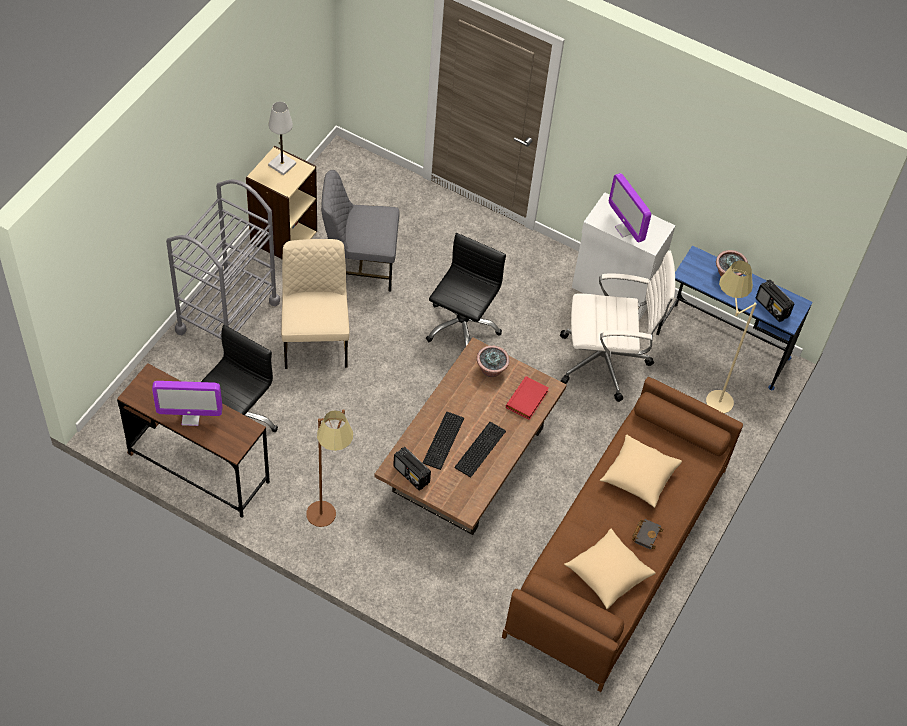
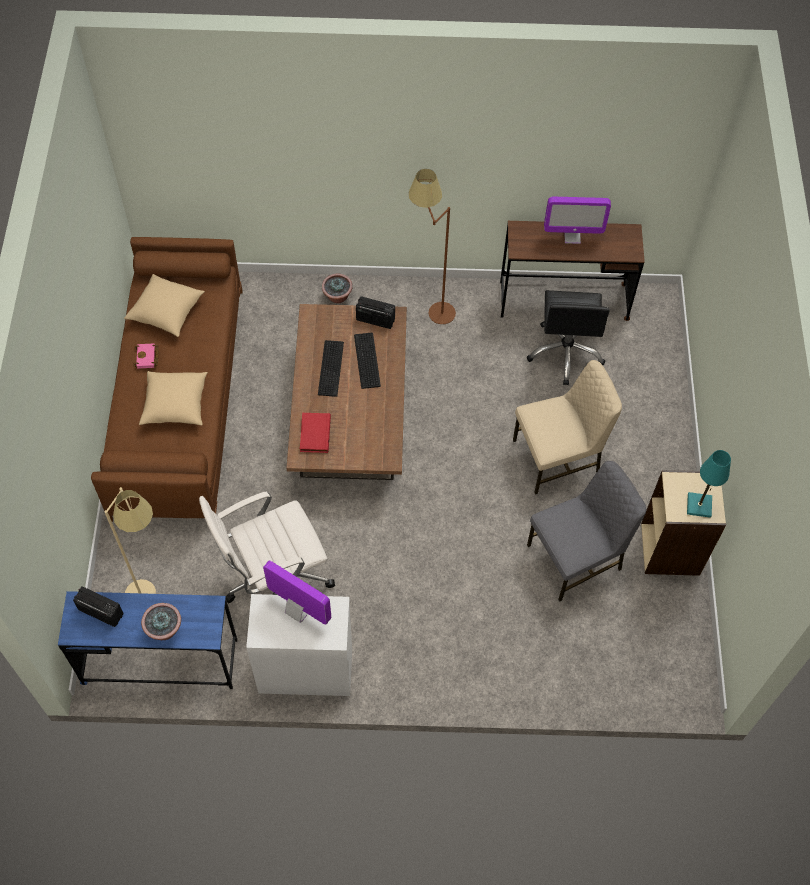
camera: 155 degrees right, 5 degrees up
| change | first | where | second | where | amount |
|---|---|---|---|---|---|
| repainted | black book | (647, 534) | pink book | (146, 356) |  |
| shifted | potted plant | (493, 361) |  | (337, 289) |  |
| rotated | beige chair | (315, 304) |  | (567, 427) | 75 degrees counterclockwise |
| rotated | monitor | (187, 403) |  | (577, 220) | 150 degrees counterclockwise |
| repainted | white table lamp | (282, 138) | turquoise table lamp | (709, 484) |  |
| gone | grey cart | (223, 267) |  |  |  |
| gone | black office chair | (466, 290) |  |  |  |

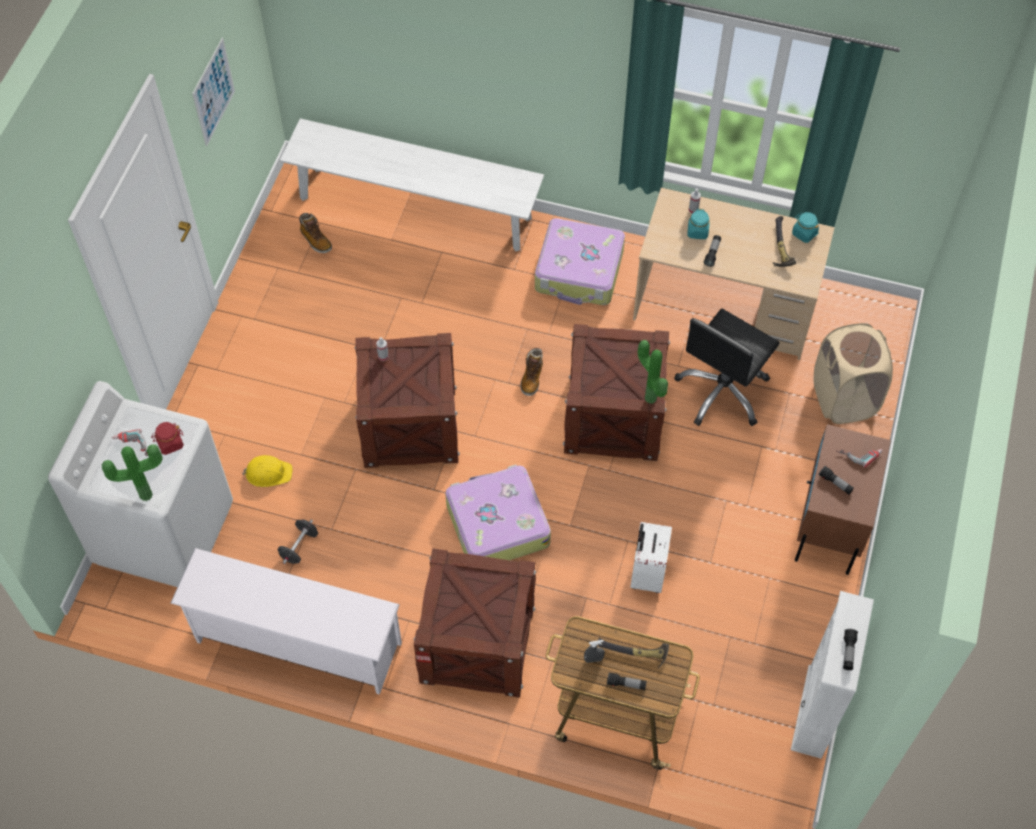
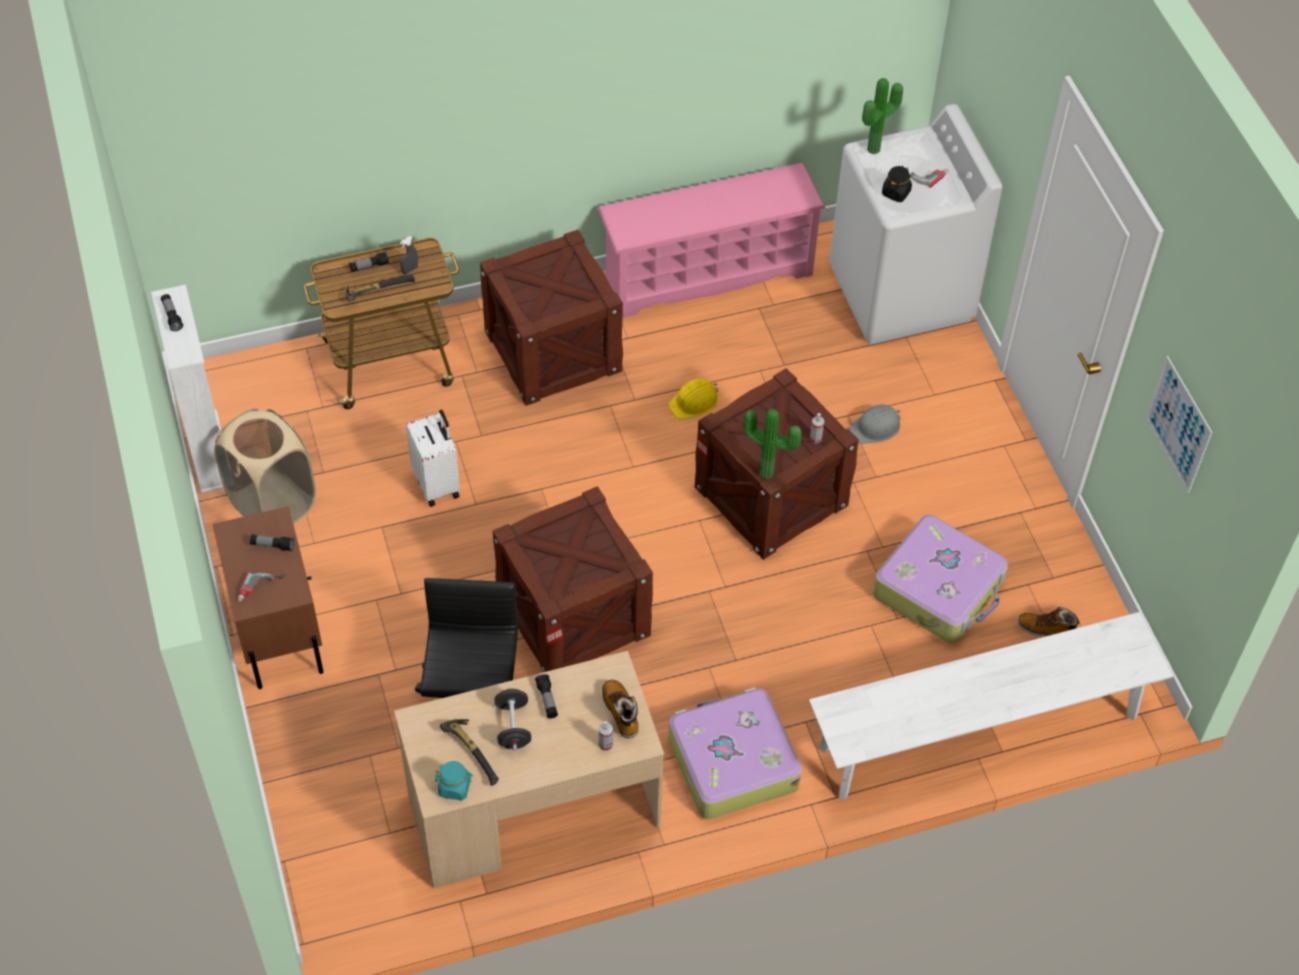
camera: 145 degrees right, 5 degrees down
| change | first | where | second | where | amount |
|---|---|---|---|---|---|
| shifted | beige laundry basket | (853, 373) |  | (265, 466) |  |
| shifted | black dumbbell | (298, 541) |  | (512, 719) |  |
| repainted | white shoe rack | (286, 621) | pink shoe rack | (712, 240) |  |
| shifted | boot | (531, 372) |  | (620, 709) |  |
| shifted | yellow hard hat | (267, 471) |  | (693, 399) |  |
| shifted | potted plant | (653, 372) |  | (772, 444) |  |
| new |  |  | grey hard hat | (875, 424) |  |
| shifted | suitcase | (498, 512) |  | (940, 579) |  |
| repainted | red jar | (167, 438) | black jar | (897, 184) |  |
| gone | turquoise jar | (698, 224) |  |  |  |

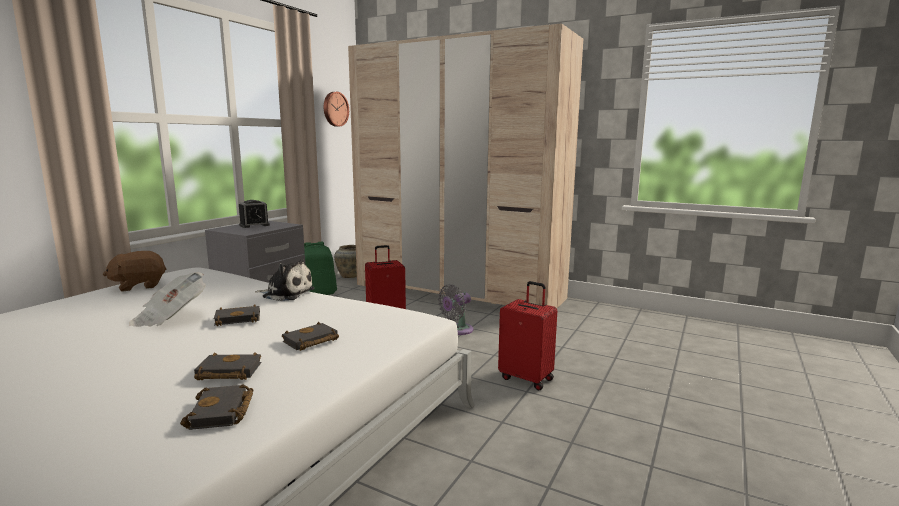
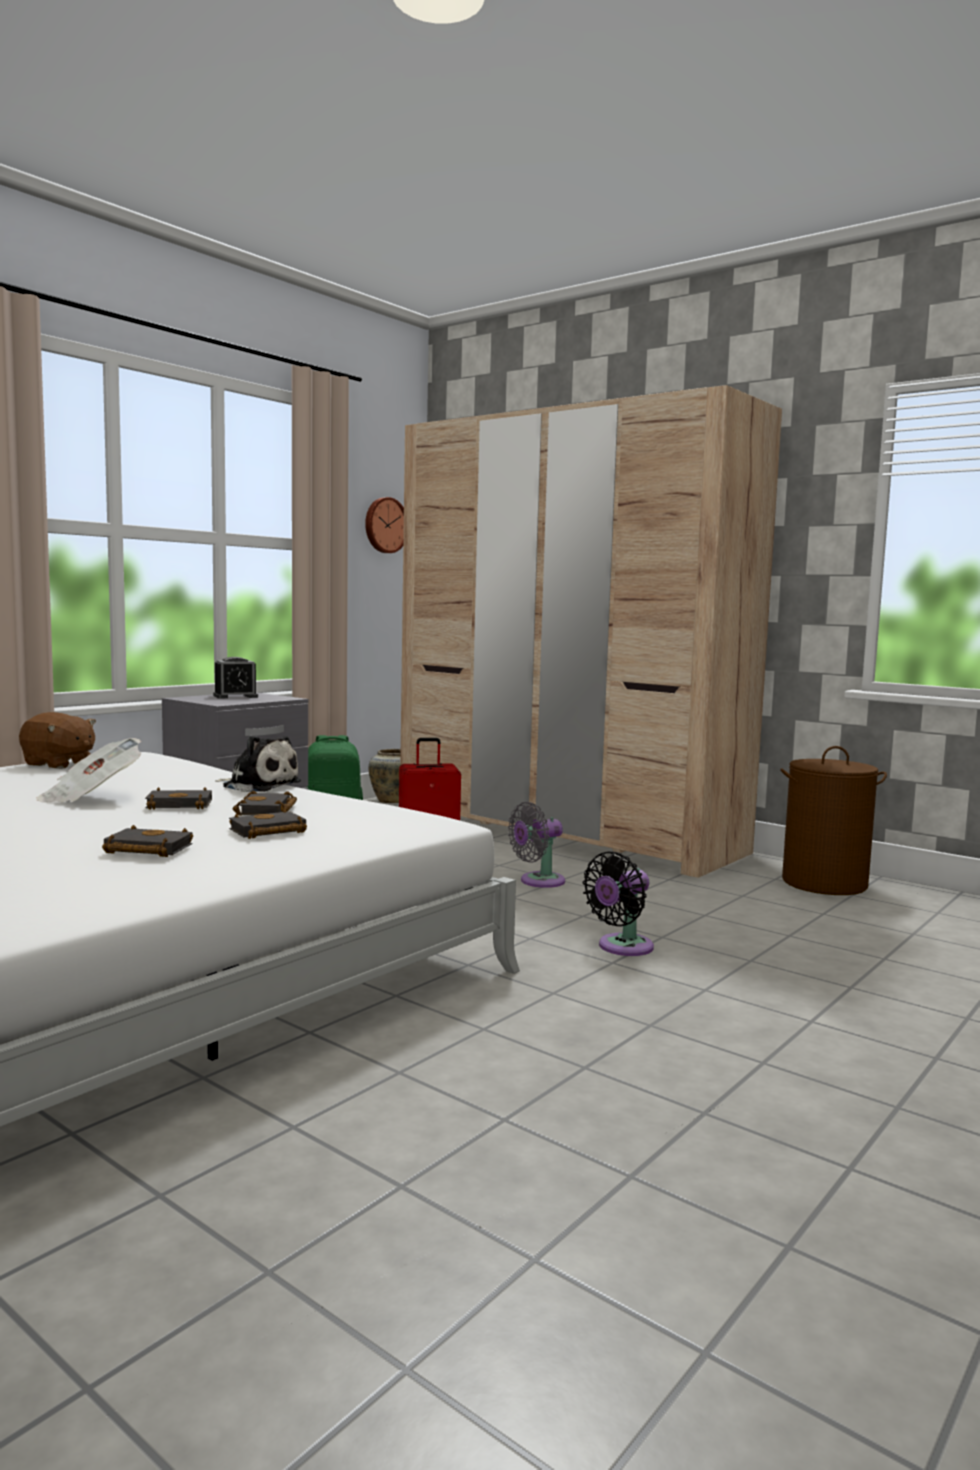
camera: 10 degrees right, 5 degrees down
| change | first | where | second | where | amount |
|---|---|---|---|---|---|
| rotated | brown plush toy | (135, 271) |  | (57, 740) | 135 degrees counterclockwise |
| shifted | black book | (216, 407) |  | (265, 803) |  |
| swapped | red suitcase | (527, 335) | black fan | (618, 903) |  |
| new |  |  | brown laundry basket | (833, 820) |  |

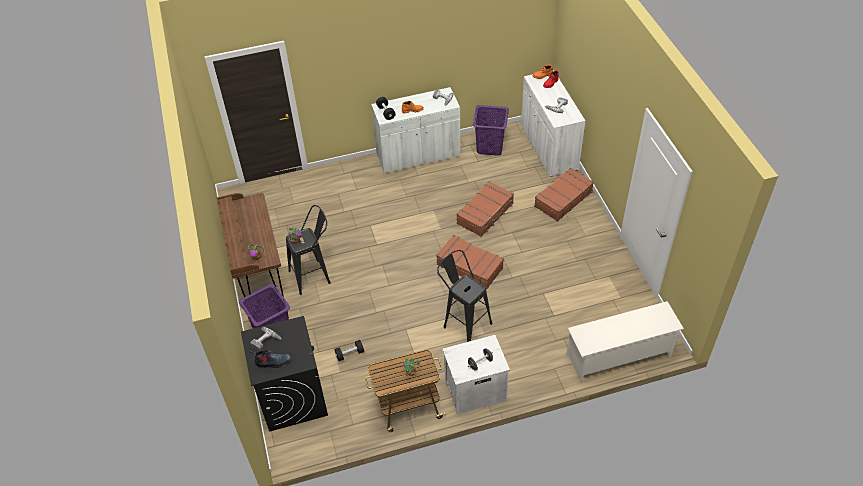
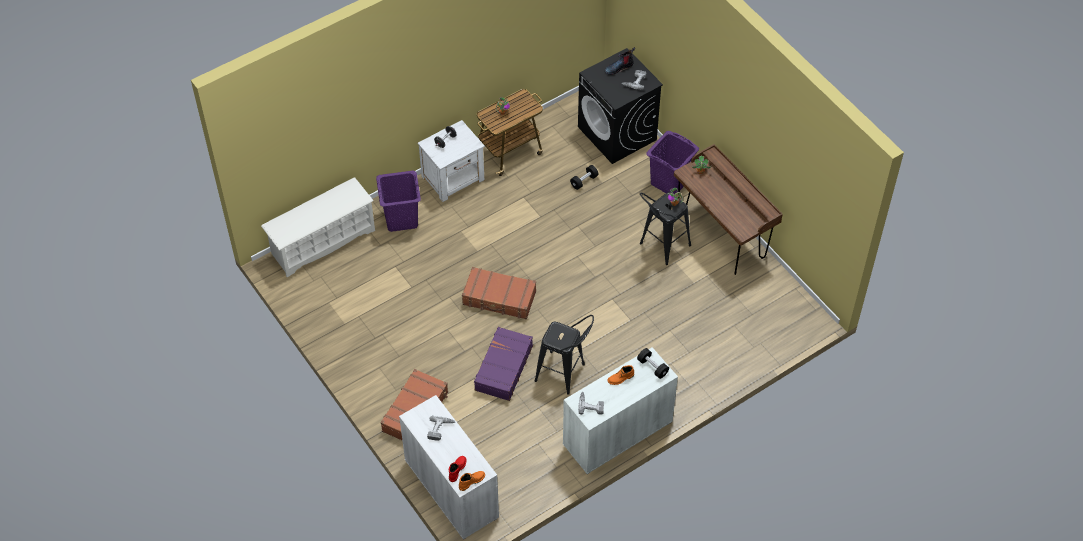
camera: 160 degrees right, 5 degrees up
| change | first | where | second | where | amount |
|---|---|---|---|---|---|
| shifted | purple laundry basket | (491, 130) |  | (398, 201) |  |
| repainted | brown suitcase | (485, 209) | purple suitcase | (503, 364) |  |
| shifted | black stool | (464, 296) |  | (564, 354) |  |

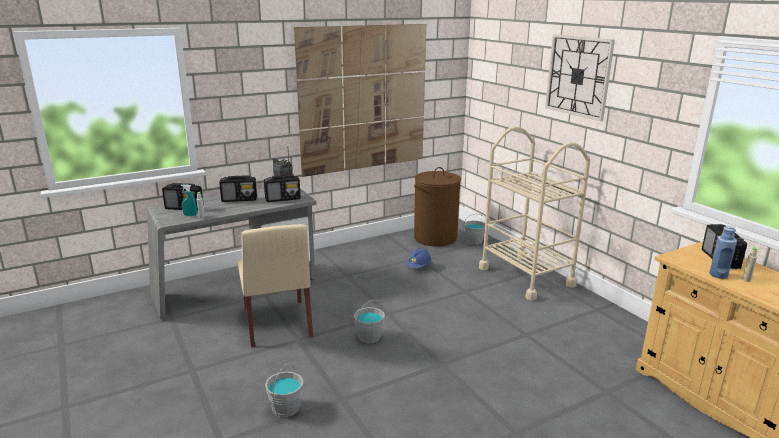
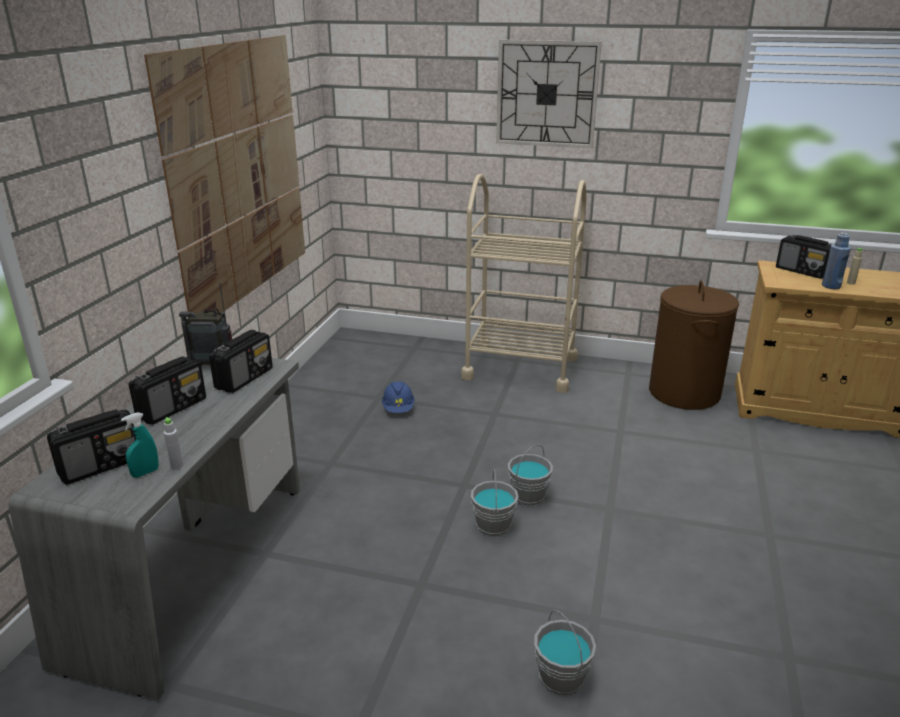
camera: 45 degrees left, 5 degrees up
| change | first | where | second | where | amount |
|---|---|---|---|---|---|
| shifted | grey bucket | (475, 229) |  | (530, 475) |  |
| shifted | brown laundry basket | (437, 207) |  | (694, 345) |  |
| gone | beige chair | (275, 286) |  |  |  |

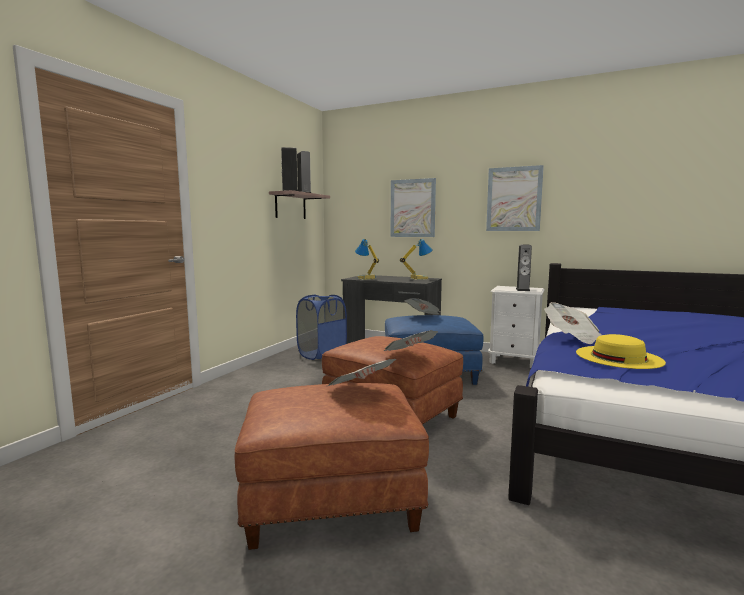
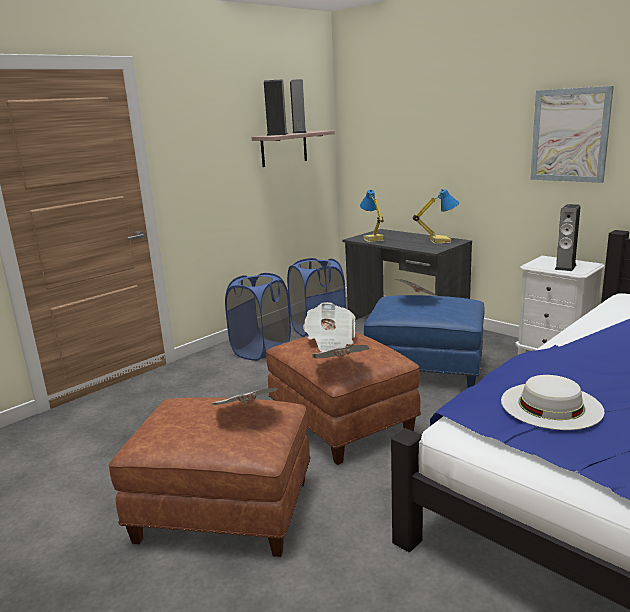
camera: 20 degrees right, 10 degrees up
| change | first | where | second | where | amount |
|---|---|---|---|---|---|
| new |  |  | blue laundry basket | (258, 317) |  |
| shifted | newspaper | (573, 323) |  | (329, 327) |  |
| repainted | yellow hat | (621, 351) | white hat | (552, 402) |  |
| gone | picture | (413, 207) |  |  |  |

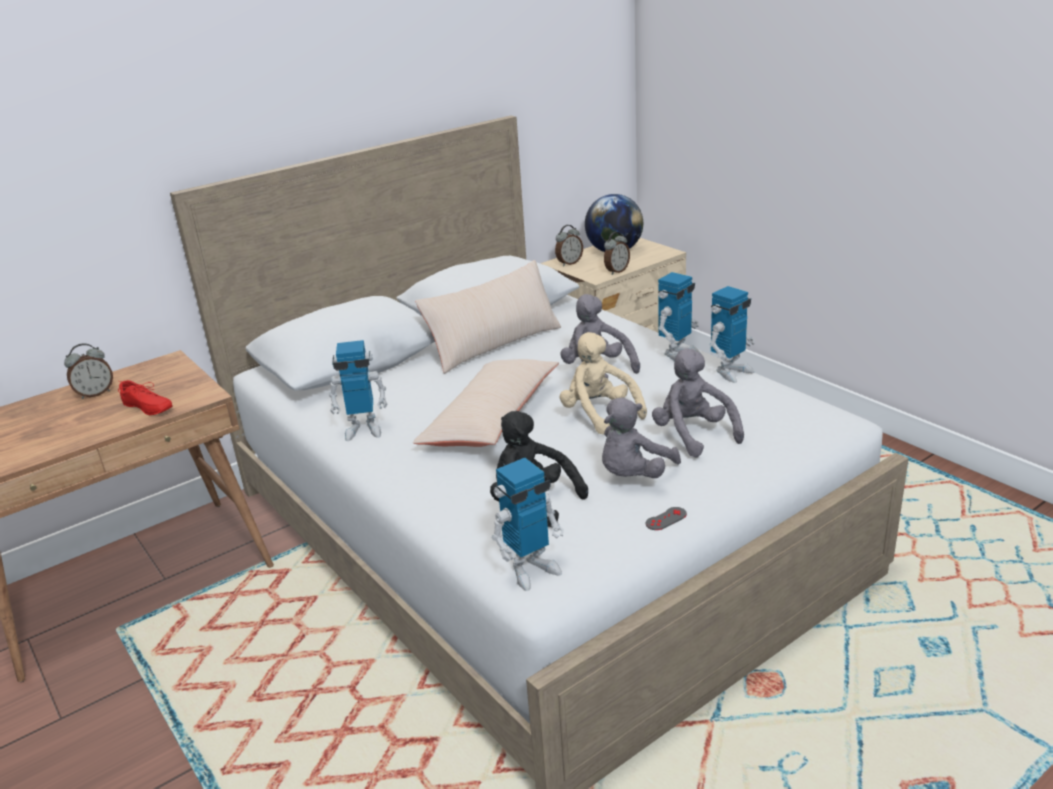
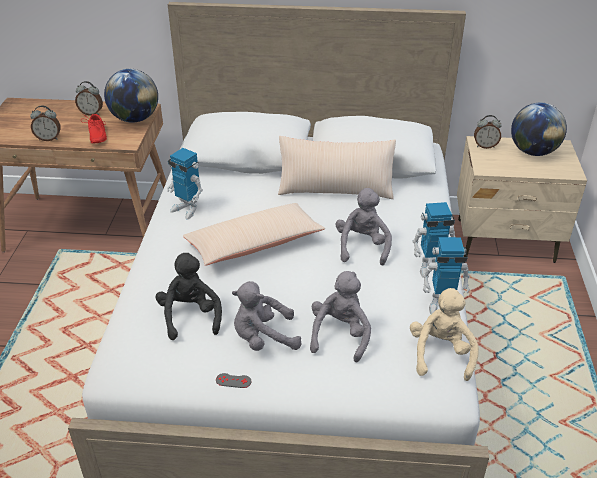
camera: 40 degrees right, 10 degrees up
| change | first | where | second | where | amount |
|---|---|---|---|---|---|
| shifted | alarm clock | (617, 253) |  | (45, 123) |  |
| new |  |  | globe | (131, 96) |  |
| shifted | beige plush toy | (603, 383) |  | (444, 334) |  |
| gone | toy robot | (528, 524) |  |  |  |

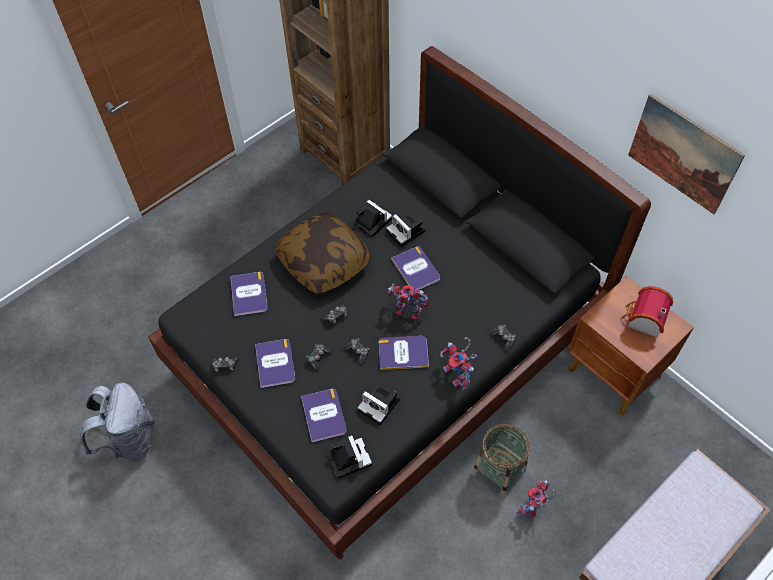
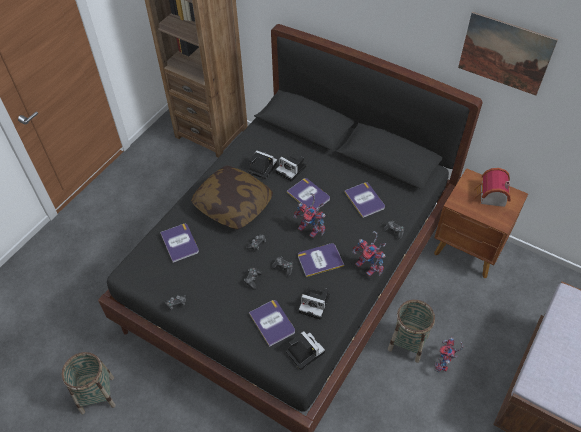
camera: 15 degrees left, 5 degrees down
| change | first | where | second | where | amount |
|---|---|---|---|---|---|
| swapped | grey backpack | (117, 422) | basket | (89, 383) |  |
| rotated | toy robot | (408, 302) |  | (309, 215) | 150 degrees counterclockwise |
| shifted | book | (275, 363) |  | (364, 200) |  |

